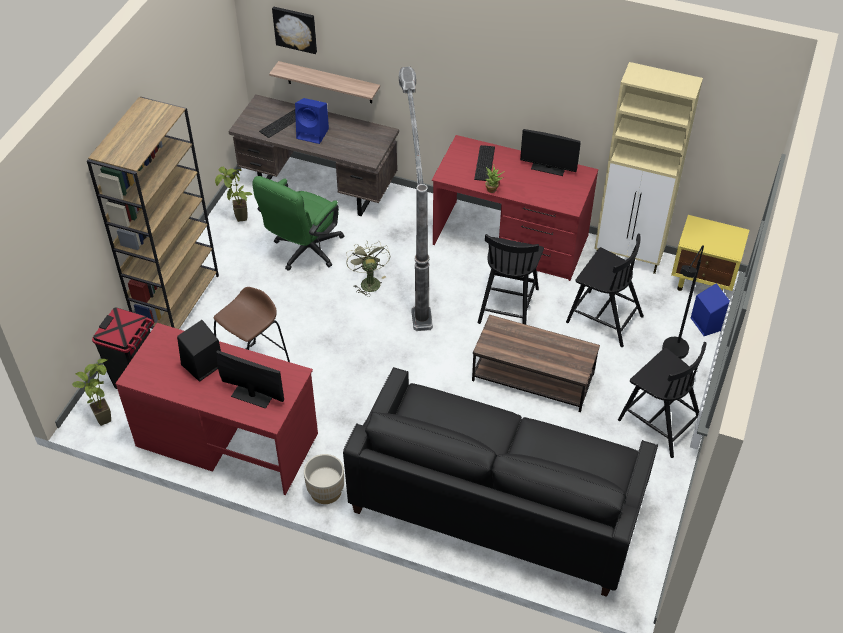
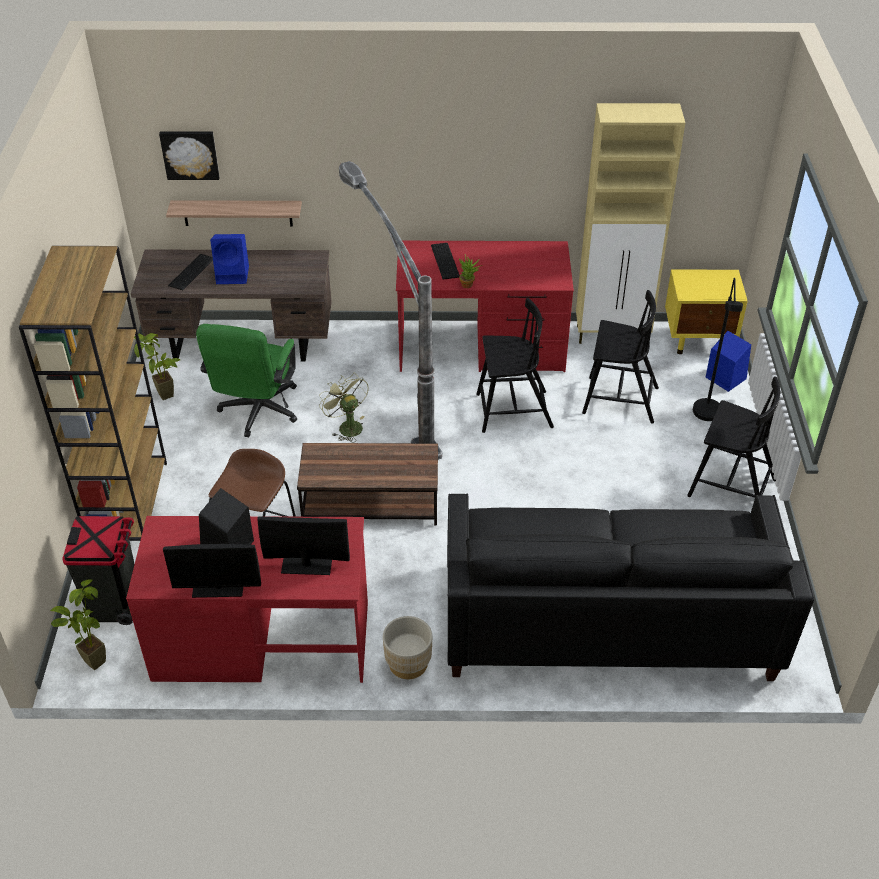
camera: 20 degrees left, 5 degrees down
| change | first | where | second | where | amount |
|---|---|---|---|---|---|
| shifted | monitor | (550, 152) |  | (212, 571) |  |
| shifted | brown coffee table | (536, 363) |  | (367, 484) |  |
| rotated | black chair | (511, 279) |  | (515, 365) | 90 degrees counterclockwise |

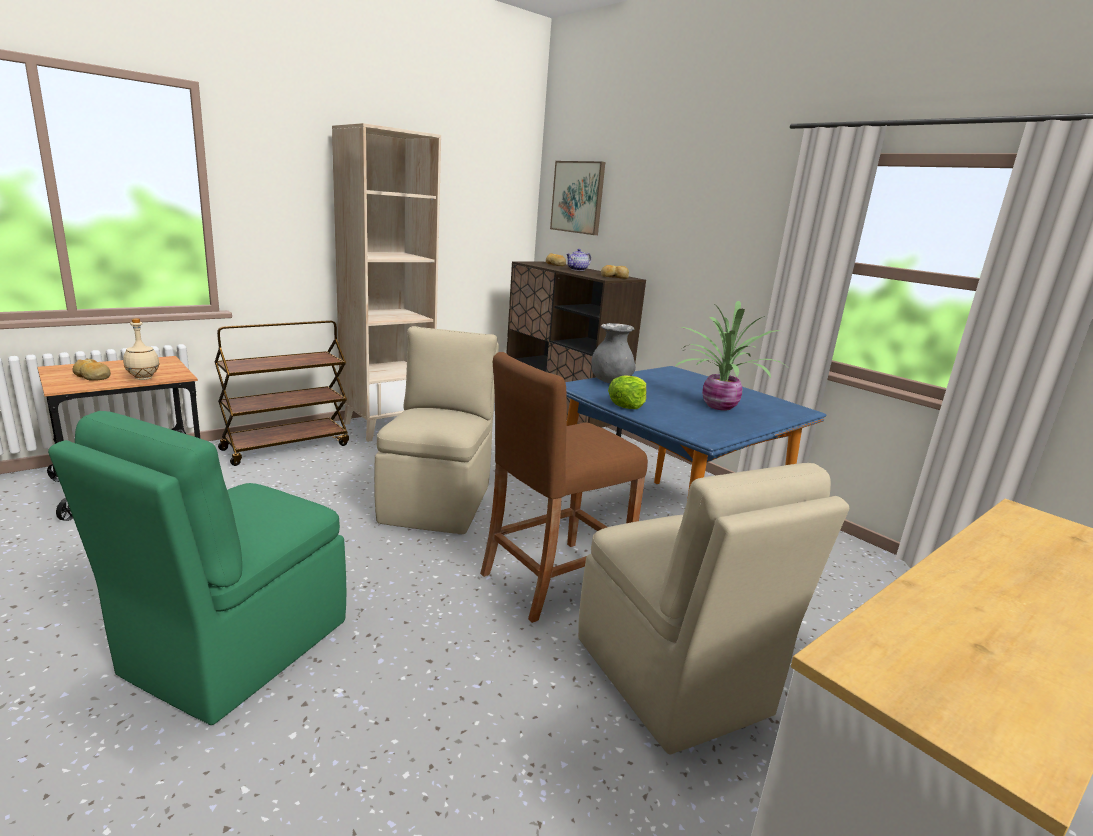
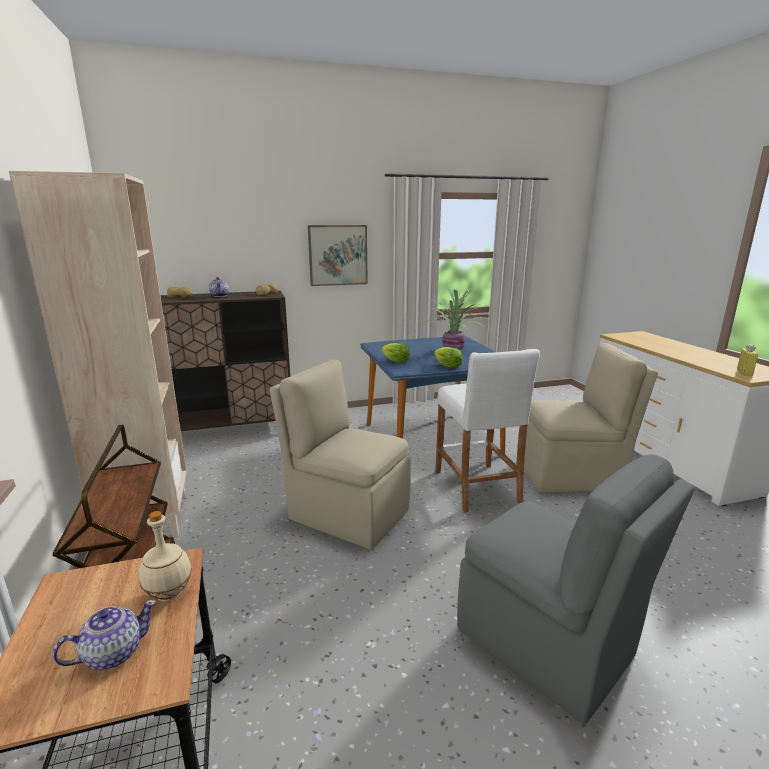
camera: 65 degrees left, 0 degrees up
| change | first | where | second | where | amount |
|---|---|---|---|---|---|
| swapped | bread | (91, 370) | teapot | (105, 635) |  |
| shifted | picture | (577, 198) |  | (338, 255) |  |
| swapped | grey vase | (613, 353) | lettuce | (395, 353) |  |
| repainted | brown stool | (564, 487) | white stool | (487, 431) |  |
| repainted | green chair | (197, 568) | grey chair | (576, 589) |  |
| new |  |  | yellow bottle | (747, 360) |  |

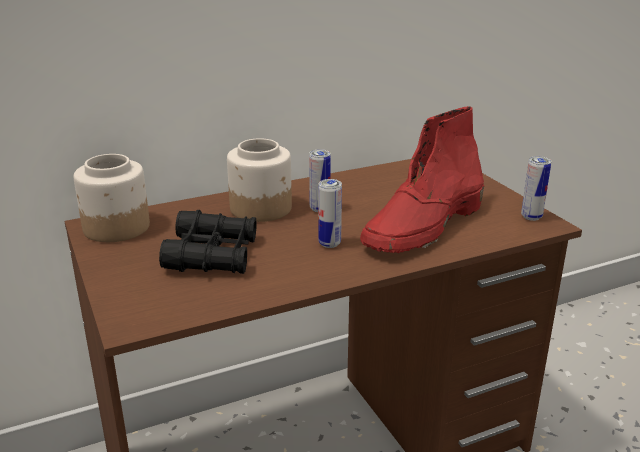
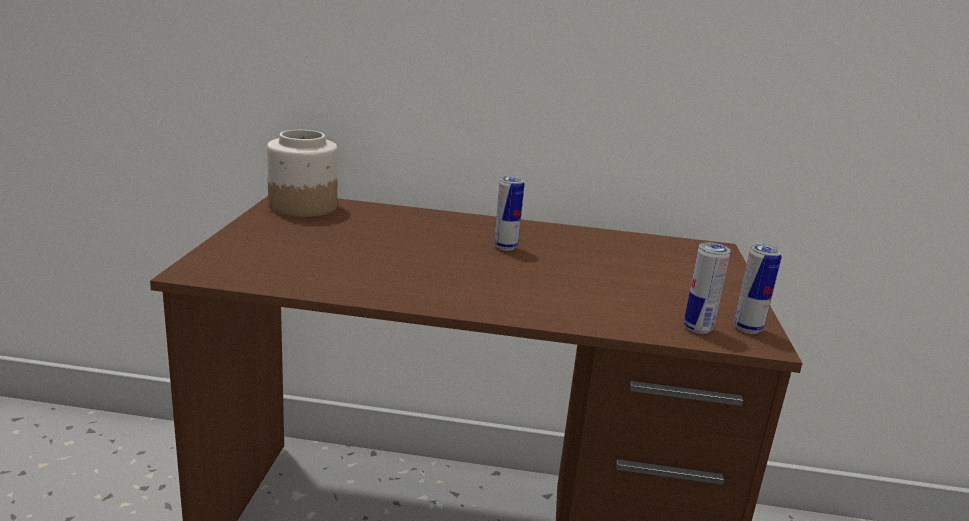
camera: 30 degrees right, 5 degrees down
| change | first | where | second | where | amount |
|---|---|---|---|---|---|
| shifted | can | (330, 213) |  | (707, 288) |  |
| gone | black binoculars | (208, 242) |  |  |  |
| gone | jar | (259, 180) |  |  |  |
| gone | red boot | (422, 179) |  |  |  |

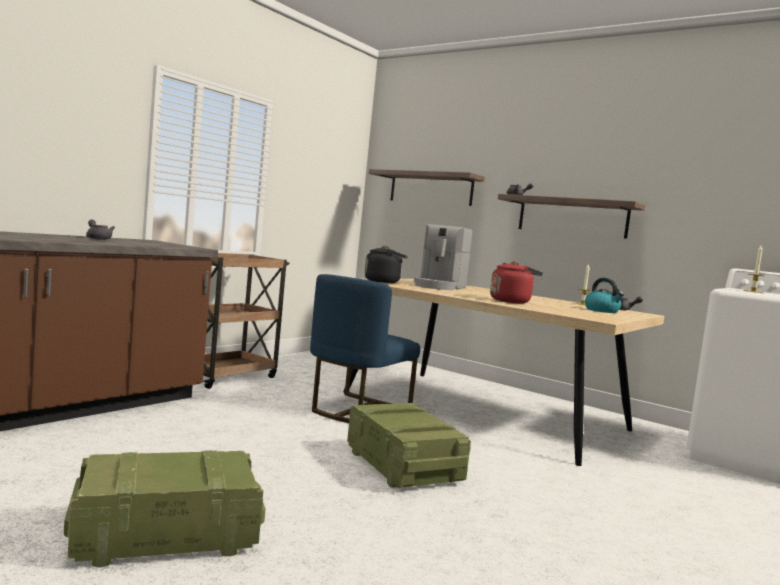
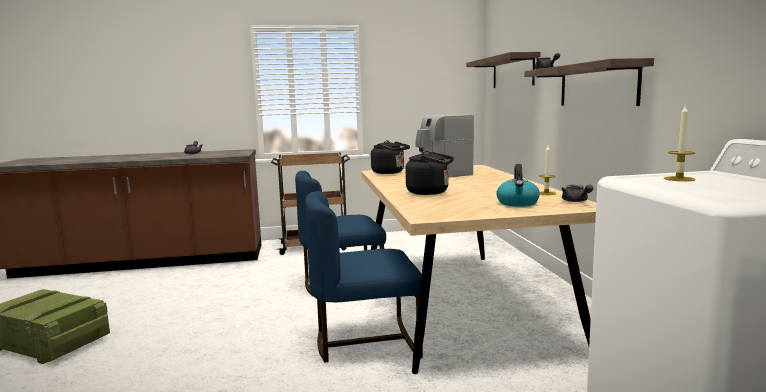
camera: 45 degrees right, 5 degrees up
| change | first | where | second | where | amount |
|---|---|---|---|---|---|
| new |  |  | blue chair | (364, 276) |  |
| repainted | red kettle | (516, 282) | black kettle | (429, 173) |  |
| gone | crate | (409, 445) |  |  |  |

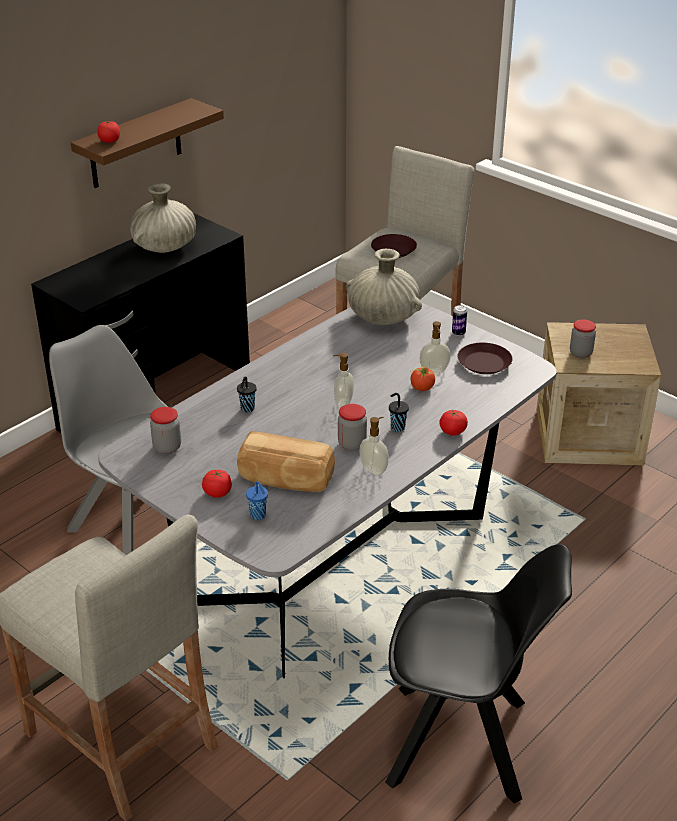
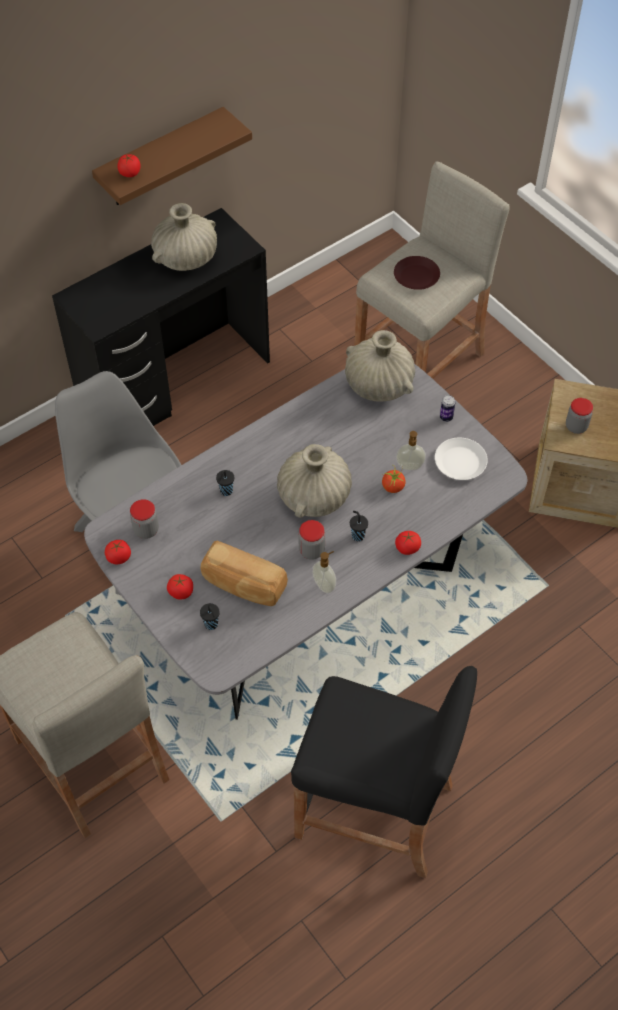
camera: 10 degrees right, 20 degrees up
| change | first | where | second | where | amount |
|---|---|---|---|---|---|
| new |  |  | tomato | (118, 552) |  |
| repainted | blue cup | (257, 500) | black cup | (210, 616) |  |
| swapped | soap dispenser | (343, 380) | beige vase | (314, 480) |  |
| swapped | black chair | (478, 674) | black stool | (384, 772) |  |
| repainted | brown plate | (485, 358) | white plate | (461, 459) |  |

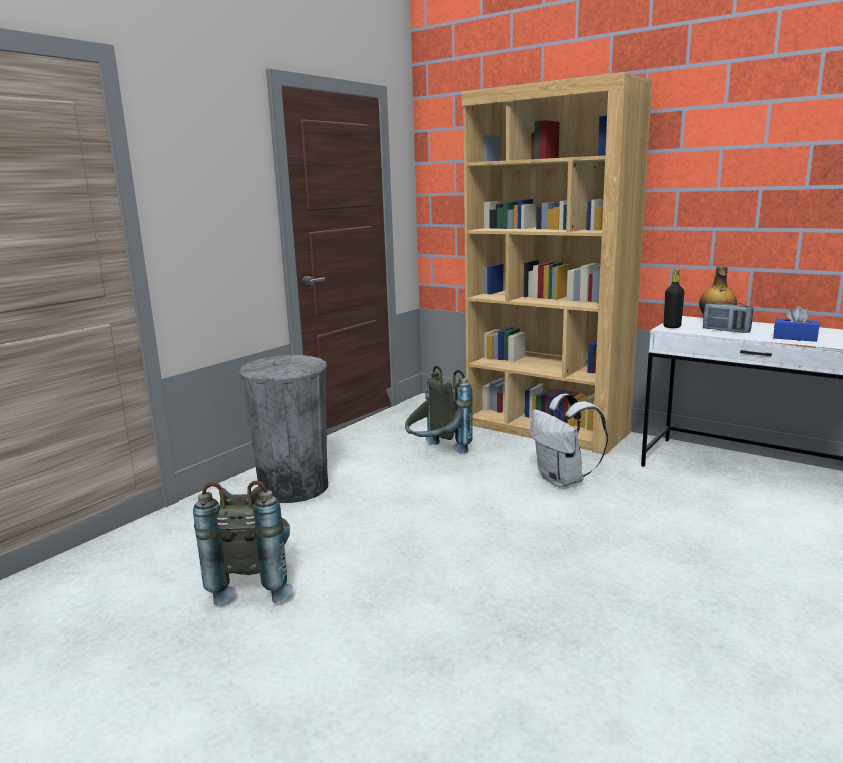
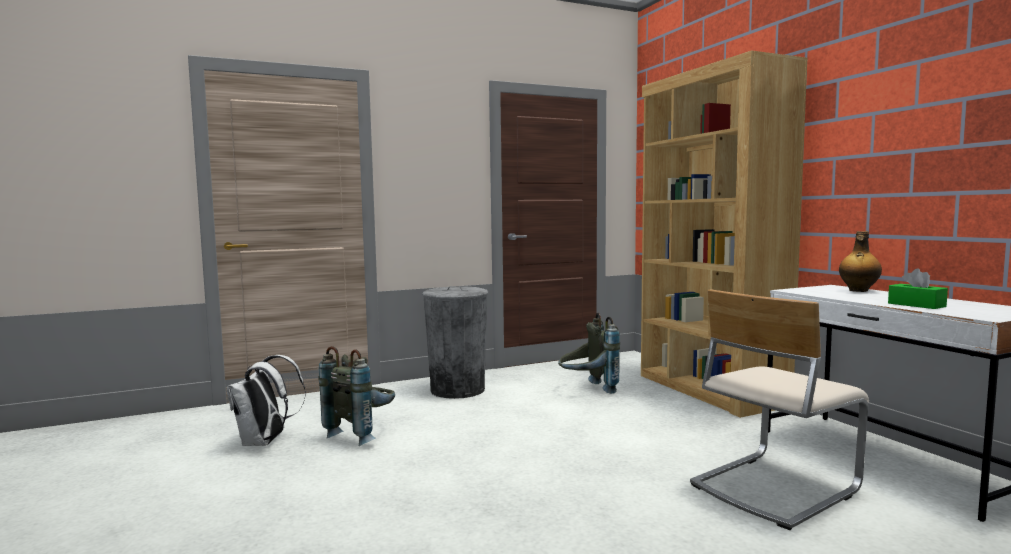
camera: 30 degrees right, 10 degrees down
| change | first | where | second | where | amount |
|---|---|---|---|---|---|
| shifted | white backpack | (569, 440) |  | (266, 400) |  |
| new |  |  | beige chair | (779, 409) |  |
| repainted | blue tissue box | (796, 324) | green tissue box | (918, 289) |  |
| gone | black bottle | (673, 298) |  |  |  |
| gone | radio | (728, 317) |  |  |  |

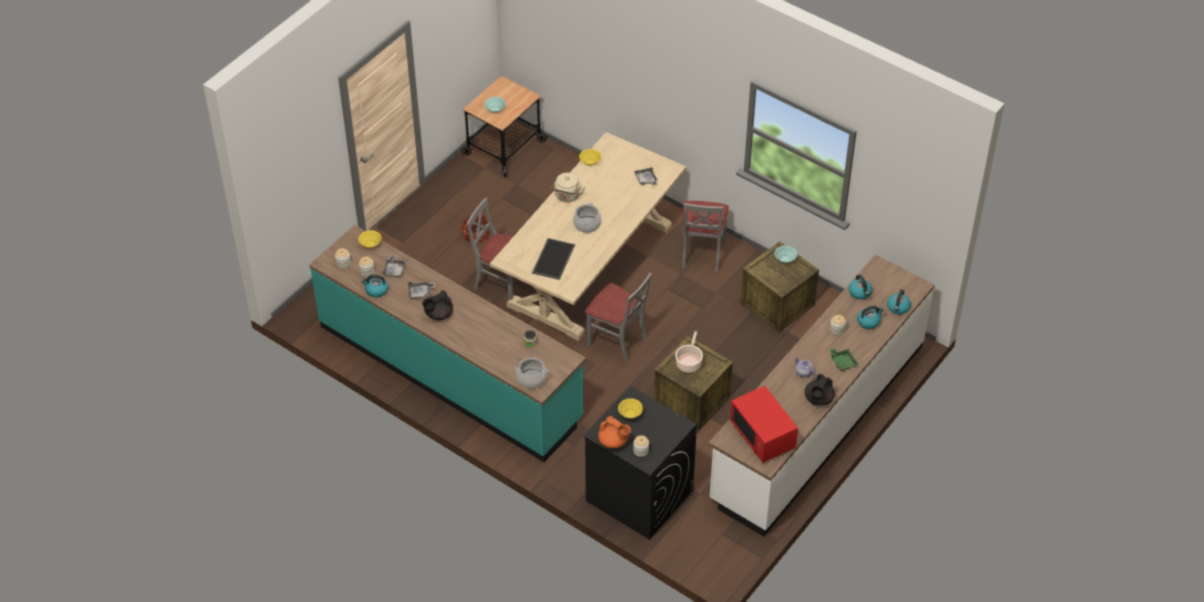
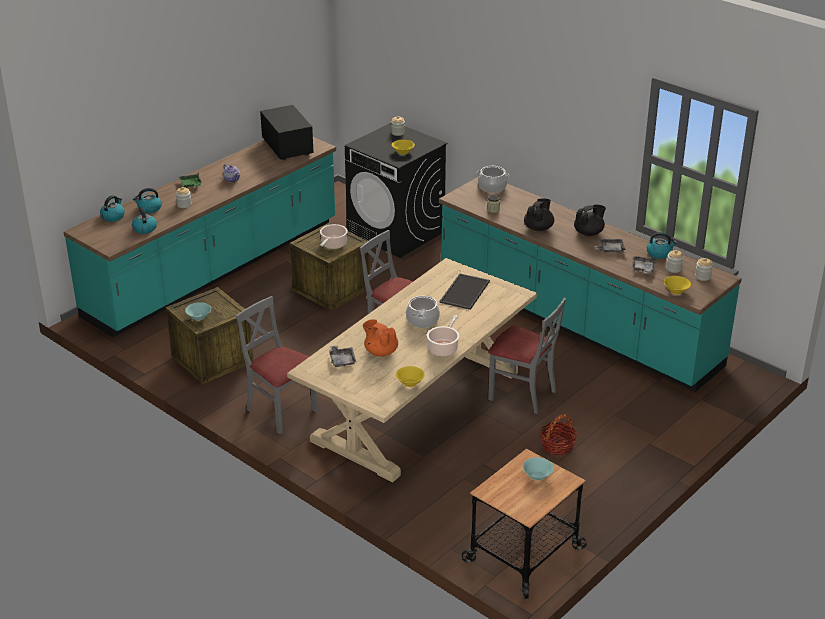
camera: 175 degrees left, 15 degrees down
| change | first | where | second | where | amount |
|---|---|---|---|---|---|
| repainted | white counter | (822, 395) | turquoise counter | (199, 237) |  |
| rotated | grey chair | (705, 236) |  | (277, 365) | 60 degrees counterclockwise |
| repainted | red microwave | (764, 424) | black microwave | (287, 132) |  |
| shifted | orange teapot | (614, 432) |  | (380, 338) |  |
| swapped | beige kettle | (568, 187) | cooking pot | (443, 335) |  |
| shifted | black teapot | (819, 390) |  | (539, 214) |  |

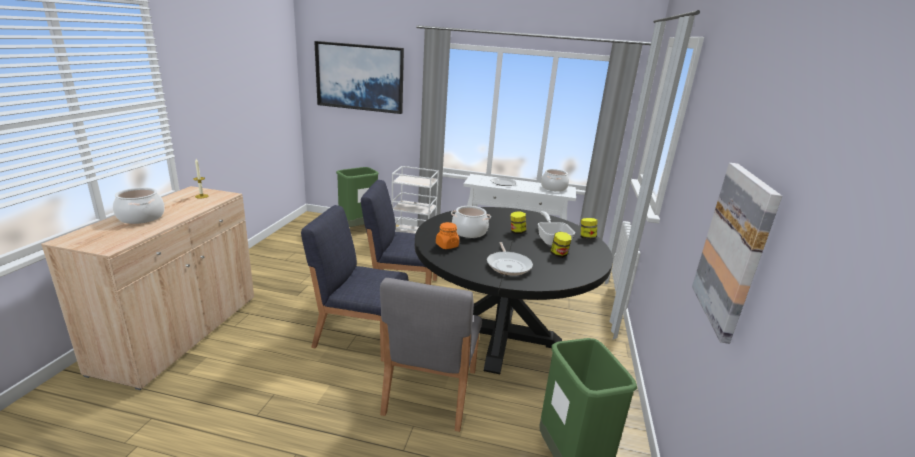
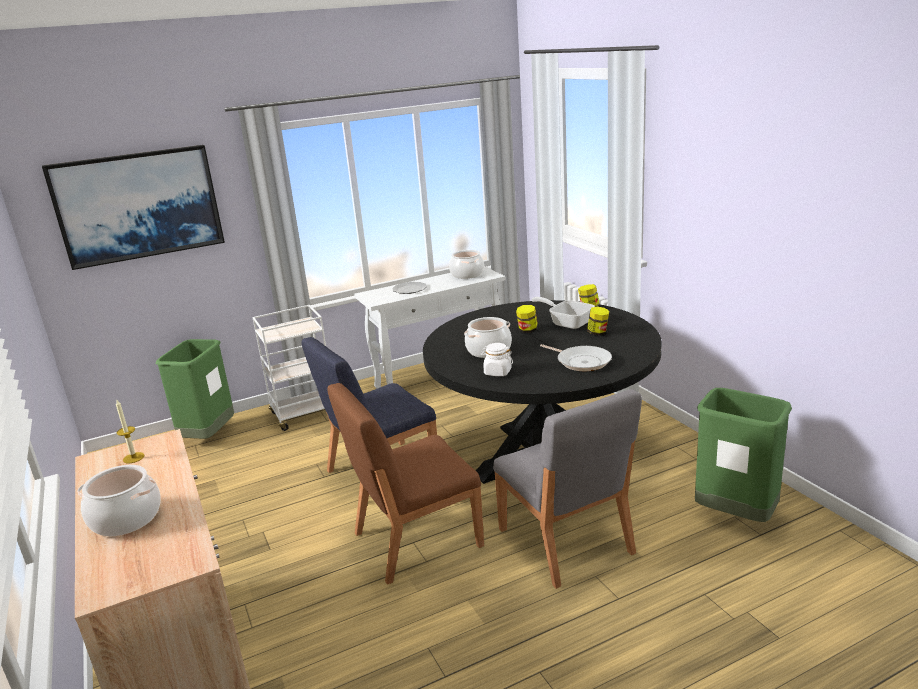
camera: 35 degrees left, 0 degrees up
| change | first | where | second | where | amount |
|---|---|---|---|---|---|
| repainted | blue chair | (355, 283) | brown chair | (405, 484) |  |
| repainted | orange jar | (447, 235) | white jar | (497, 359) |  |
| gone | picture | (737, 253) |  |  |  |

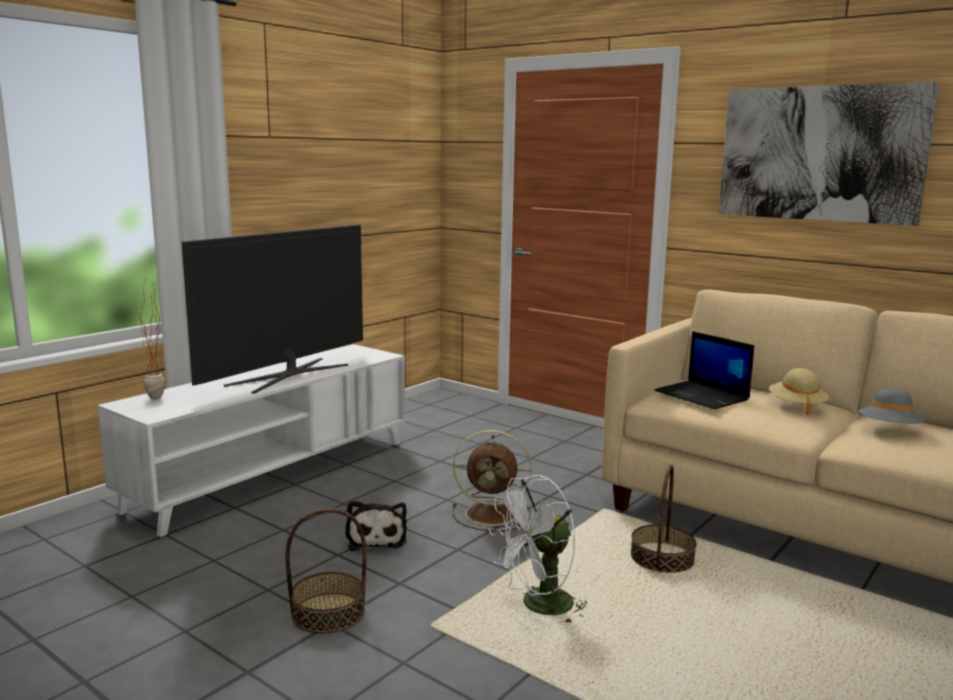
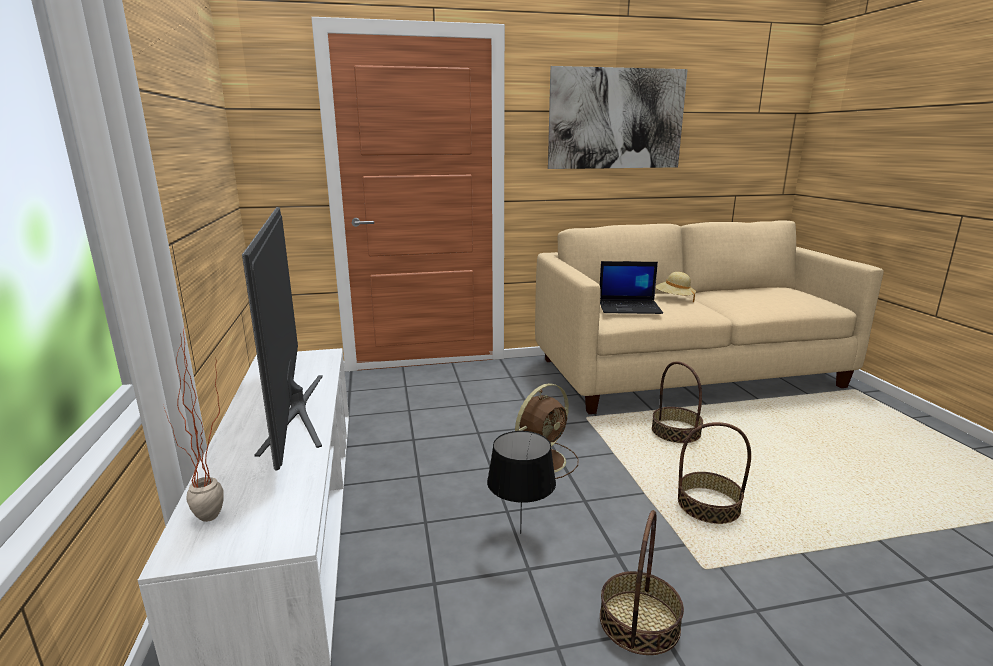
camera: 50 degrees left, 5 degrees up
| change | first | where | second | where | amount |
|---|---|---|---|---|---|
| swapped | plush toy | (376, 525) | black table lamp | (521, 482) |  |
| swapped | white fan | (538, 550) | basket | (714, 473) |  |
| gone | grey hat | (892, 406) |  |  |  |

